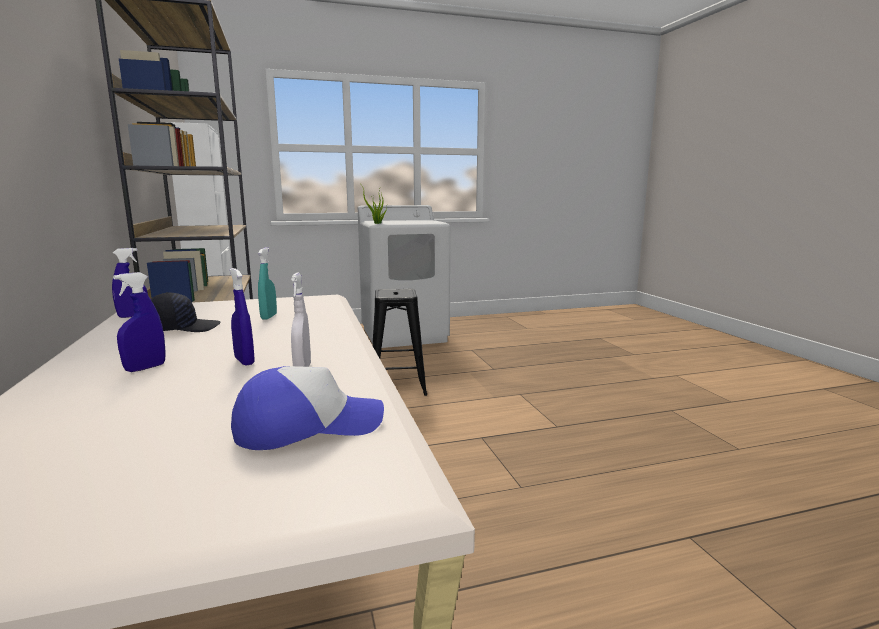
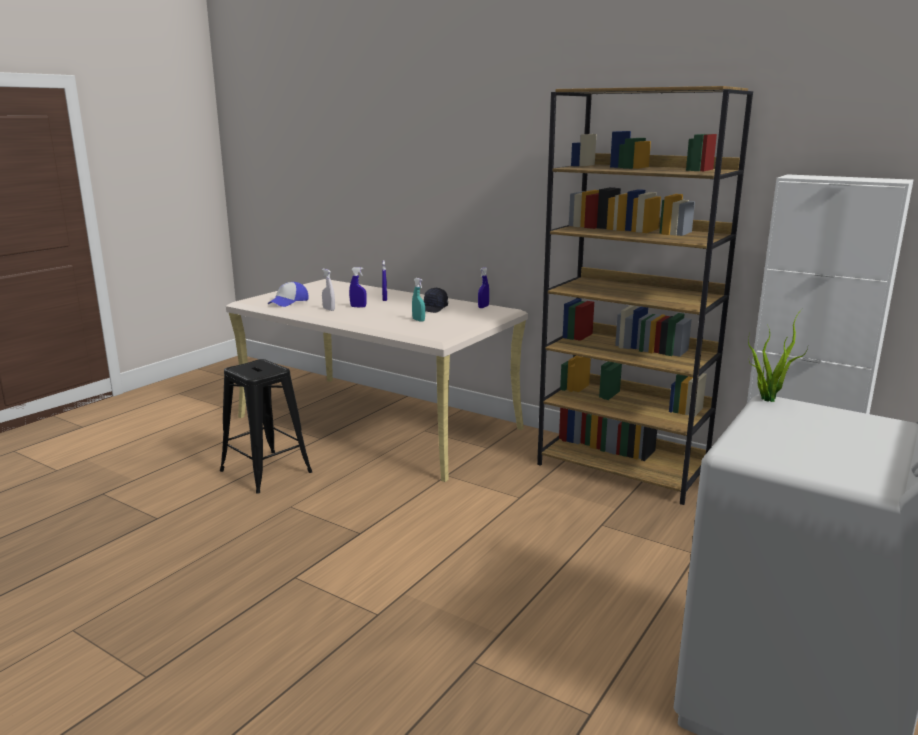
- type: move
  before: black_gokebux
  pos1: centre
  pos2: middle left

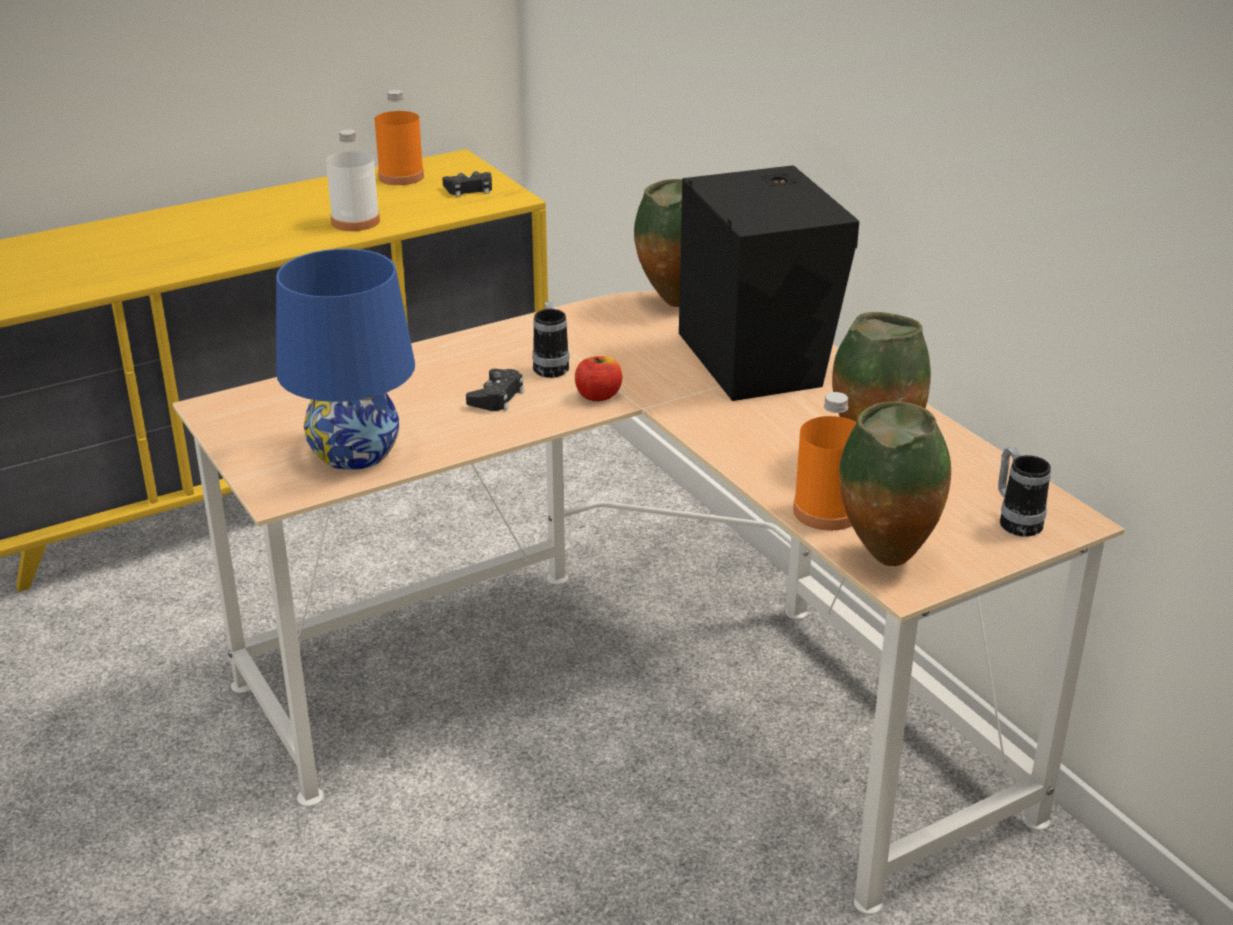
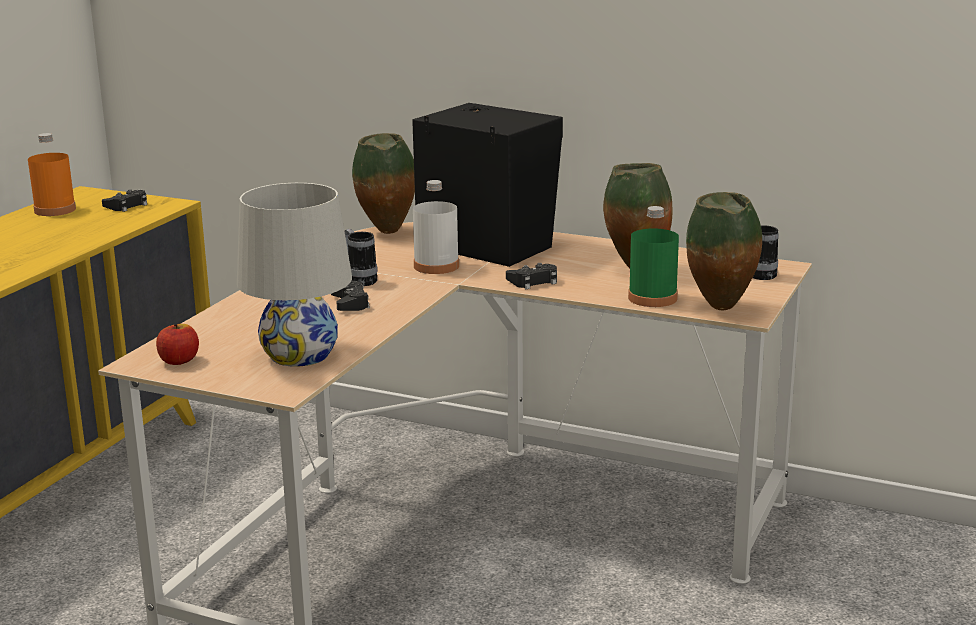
- type: recolor
  before: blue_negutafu
  after: white_negutafu
  pos1: middle left
  pos2: middle left
- type: move
  before: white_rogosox
  pos1: top left
  pos2: centre
- type: move
  before: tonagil
  pos1: centre
  pos2: middle left
- type: recolor
  before: orange_rogosox (2nd from left)
  after: green_rogosox
  pos1: middle right
  pos2: middle right
- type: insert
  after: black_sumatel (3rd from left)
  pos2: centre

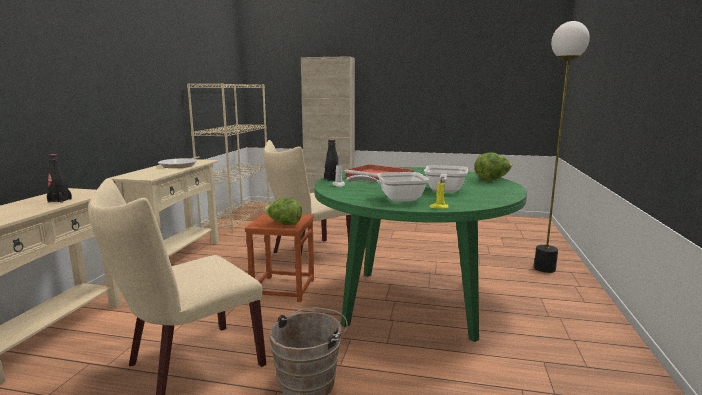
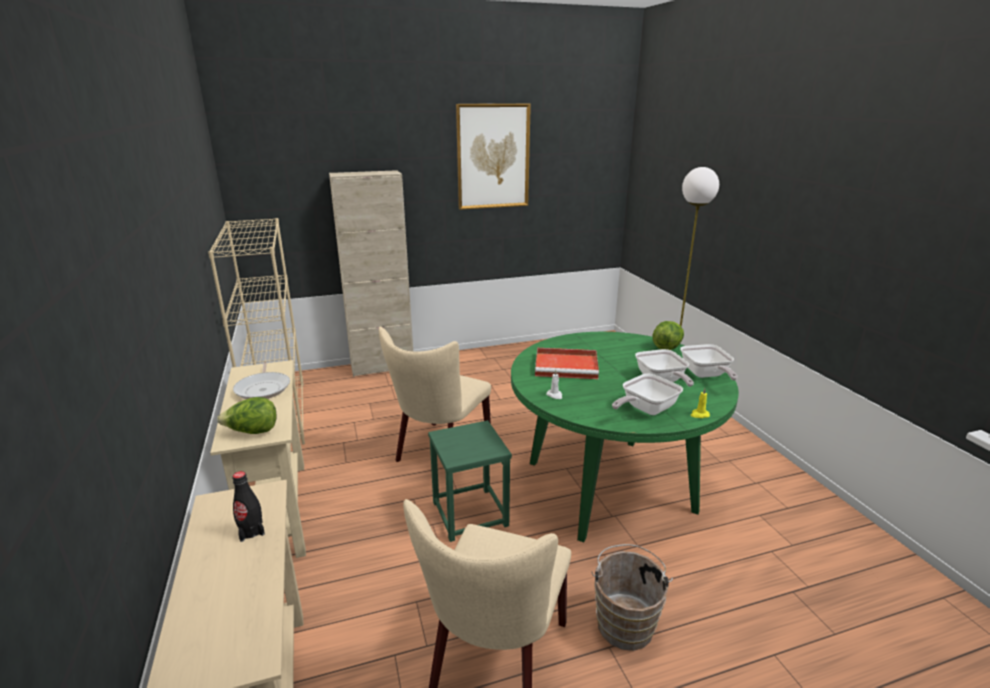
- type: recolor
  before: brown_gokebux
  after: green_gokebux
  pos1: centre
  pos2: bottom centre
- type: move
  before: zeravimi (1st from left)
  pos1: centre
  pos2: middle left
- type: delete
  before: black_rogosox (2nd from left)
  pos1: centre
- type: insert
  after: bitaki
  pos2: top centre
- type: insert
  after: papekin (4th from left)
  pos2: middle right

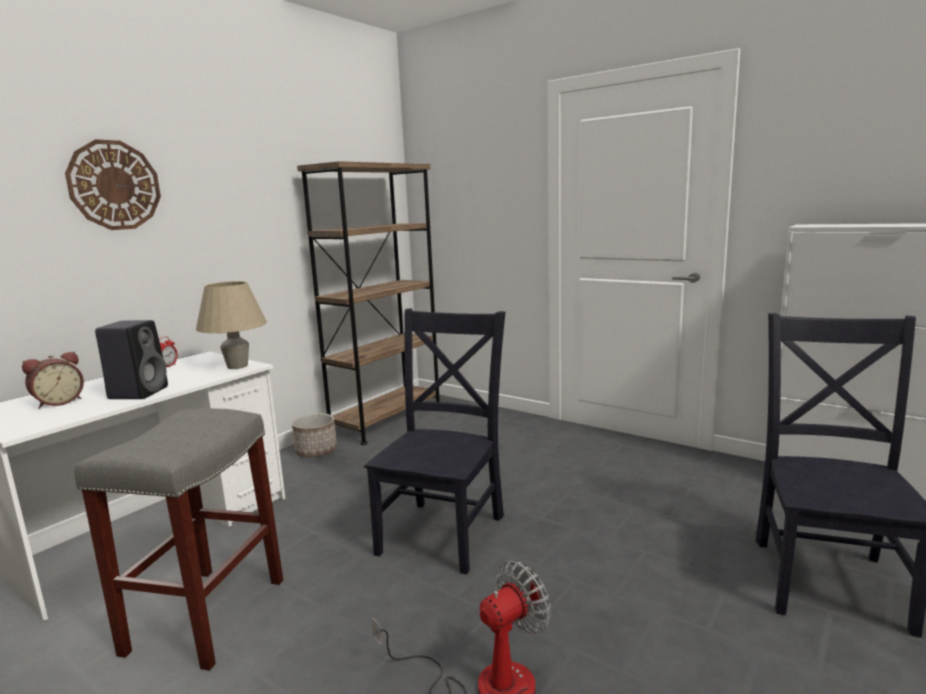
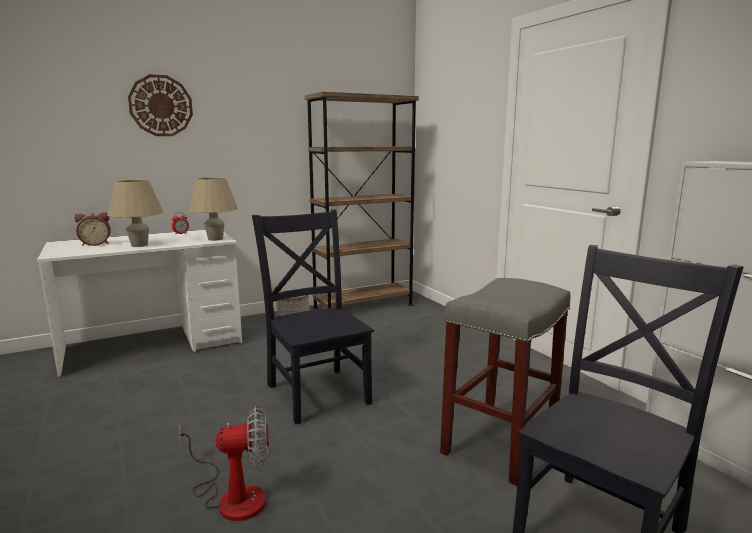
- type: move
  before: grey_gokebux
  pos1: bottom left
  pos2: bottom right
- type: replace
  before: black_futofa
  after: beige_negutafu (1st from left)
  pos1: middle left
  pos2: middle left
- type: rotate
  before: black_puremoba (1st from left)
  pos1: centre
  pos2: centre
  turn: -75

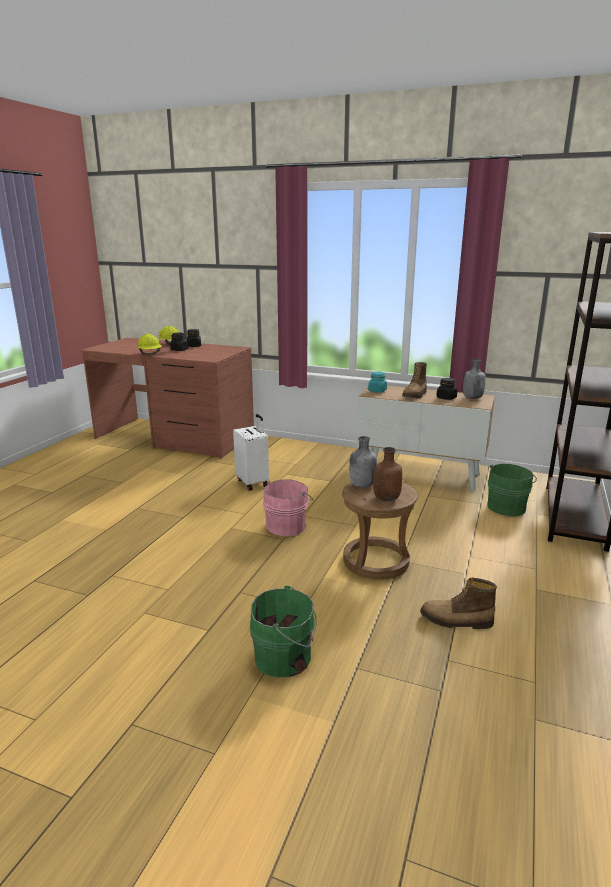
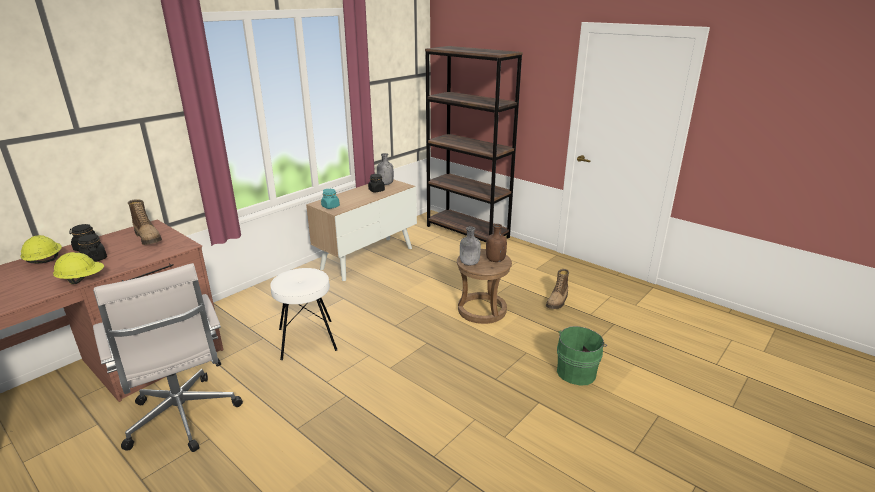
- type: replace
  before: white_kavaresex
  after: white_gokebux
  pos1: centre
  pos2: centre
- type: delete
  before: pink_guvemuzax
  pos1: centre
- type: move
  before: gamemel (1st from left)
  pos1: middle right
  pos2: middle left
- type: delete
  before: green_guvemuzax (2nd from left)
  pos1: middle right
- type: insert
  after: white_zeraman
  pos2: bottom left

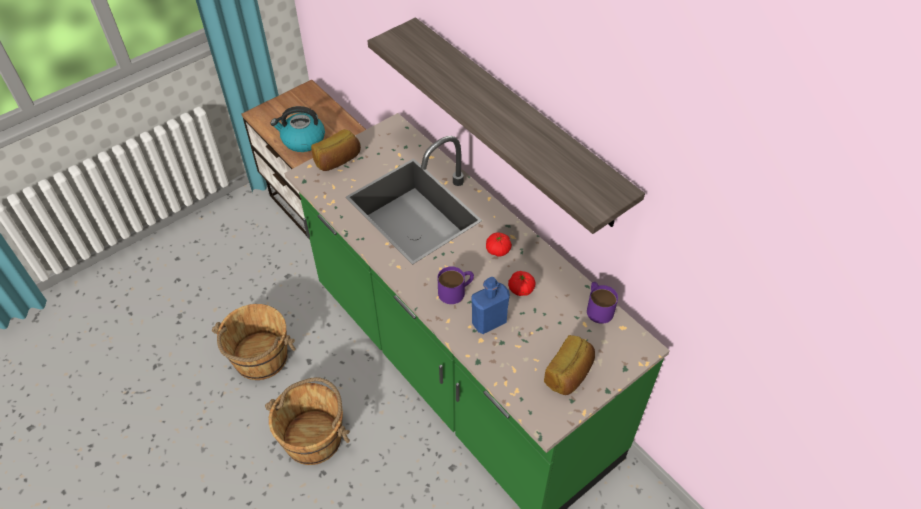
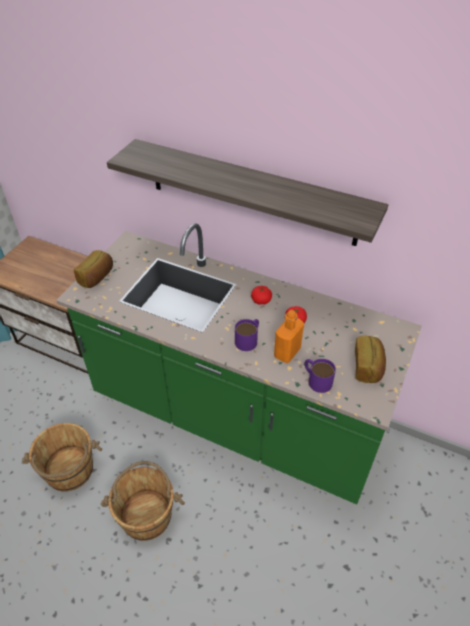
- type: delete
  before: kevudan
  pos1: top left
- type: recolor
  before: blue_rogosox
  after: orange_rogosox
  pos1: centre
  pos2: centre
- type: move
  before: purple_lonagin (2nd from left)
  pos1: centre
  pos2: middle right

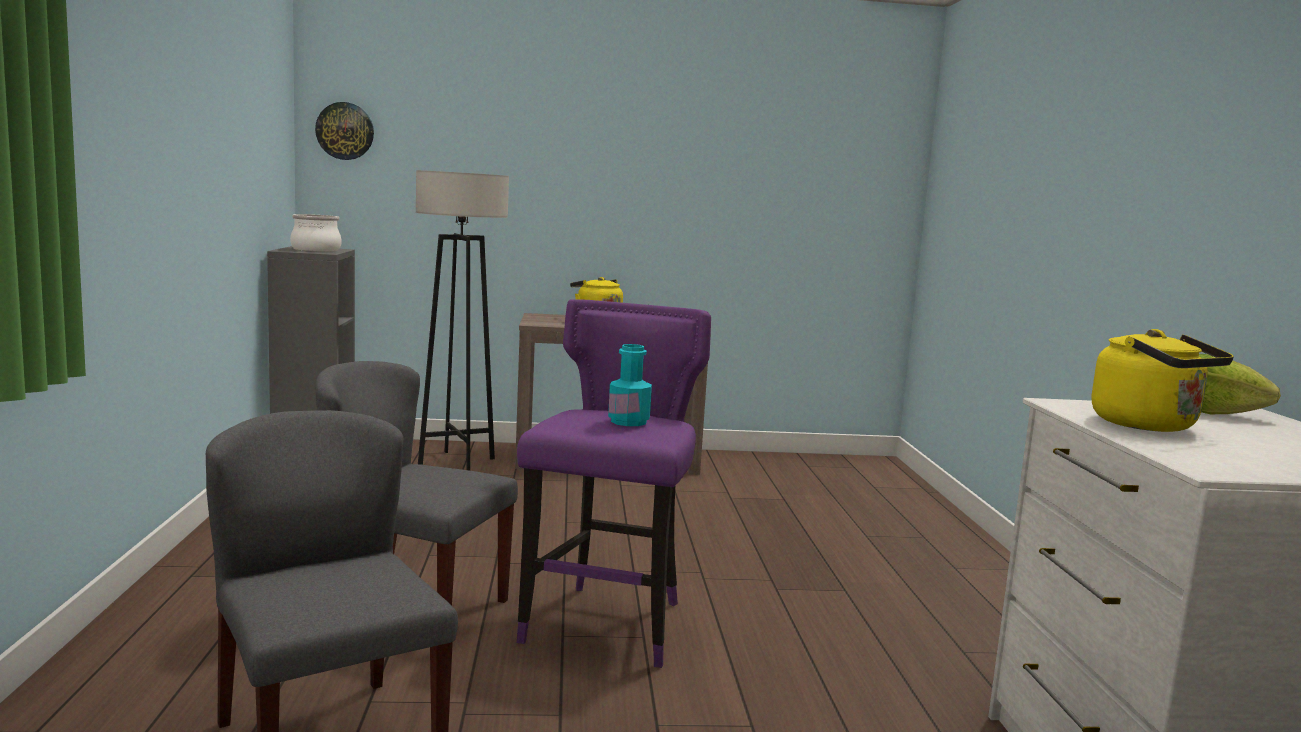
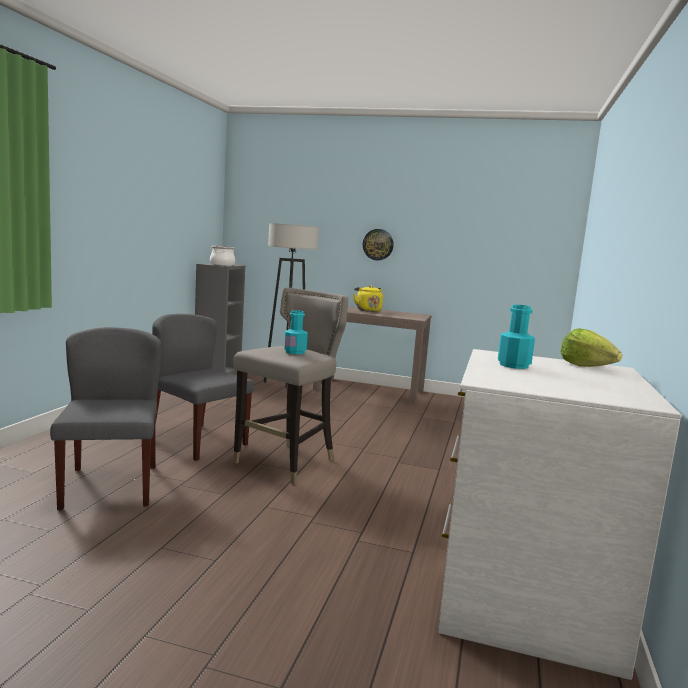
- type: move
  before: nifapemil
  pos1: top left
  pos2: centre
- type: recolor
  before: purple_gokebux
  after: grey_gokebux
  pos1: centre
  pos2: centre
- type: replace
  before: yellow_kevudan (2nd from left)
  after: turquoise_rogosox (2nd from left)
  pos1: middle right
  pos2: middle right

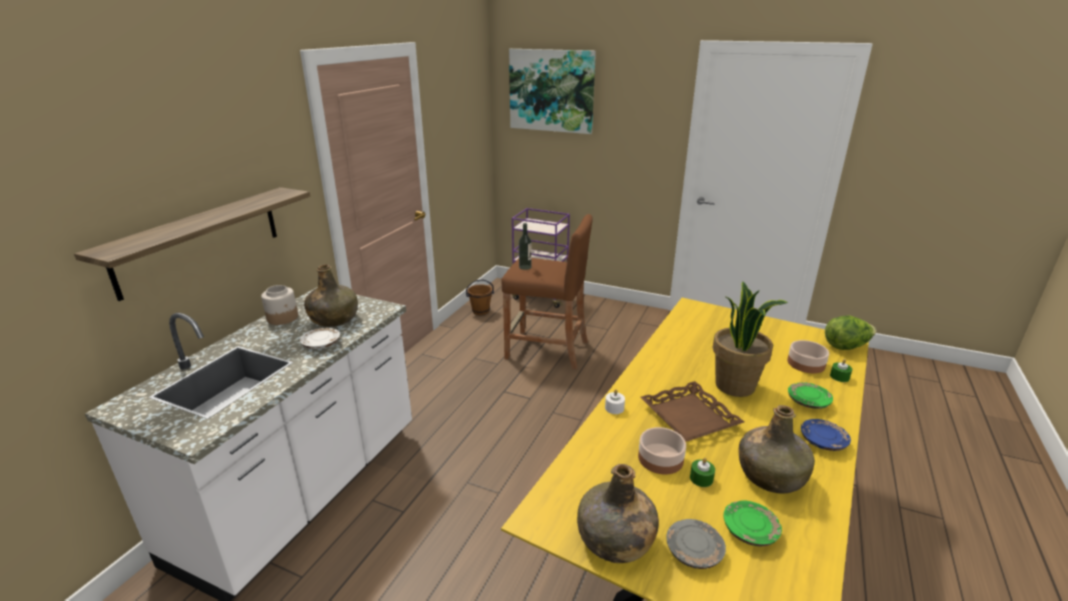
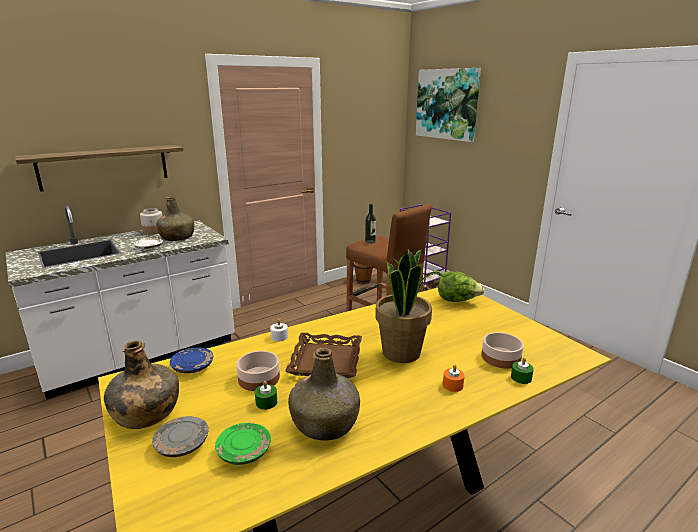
- type: replace
  before: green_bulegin (2nd from left)
  after: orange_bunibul
  pos1: middle right
  pos2: bottom centre
- type: move
  before: blue_bulegin
  pos1: bottom right
  pos2: bottom left
- type: move
  before: zeravimi
  pos1: middle right
  pos2: centre

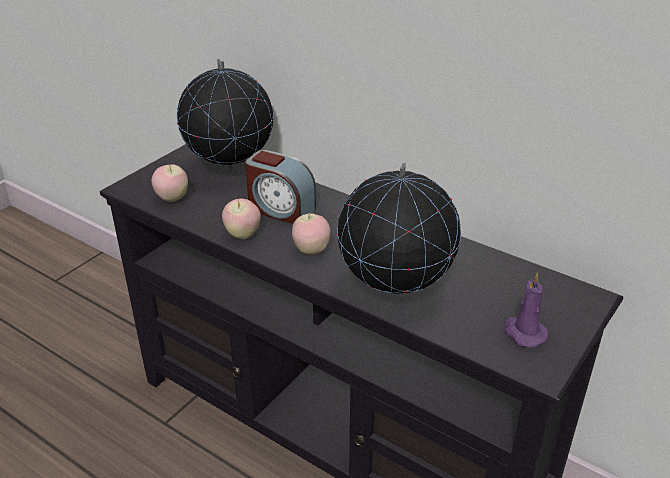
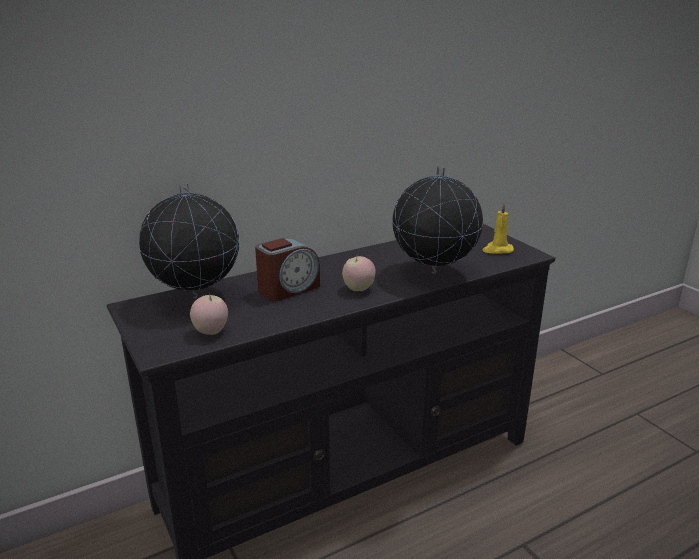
- type: delete
  before: tonagil (2nd from left)
  pos1: centre
- type: recolor
  before: purple_bunibul
  after: yellow_bunibul
  pos1: middle right
  pos2: middle right

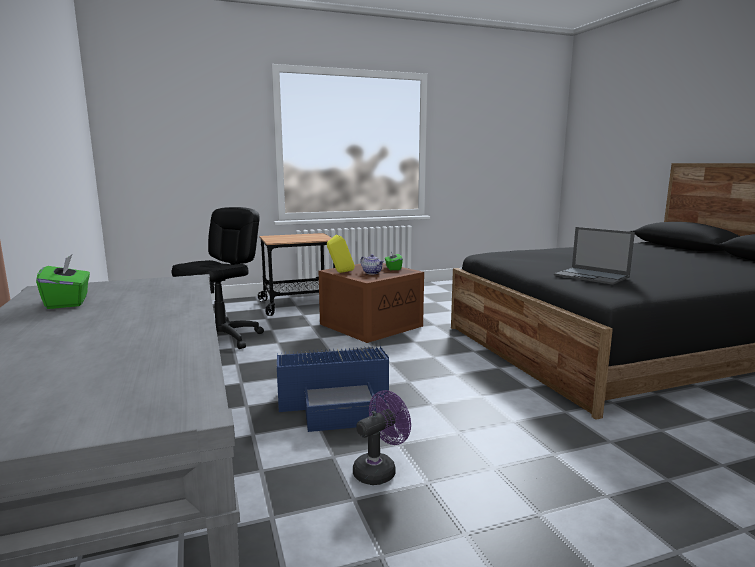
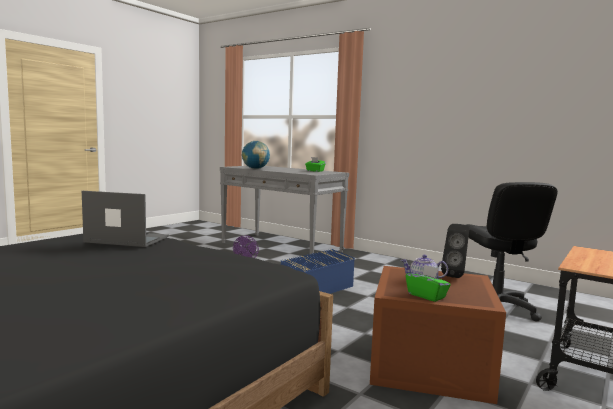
- type: recolor
  before: yellow_futofa
  after: black_futofa
  pos1: centre
  pos2: middle right
- type: insert
  after: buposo
  pos2: centre

